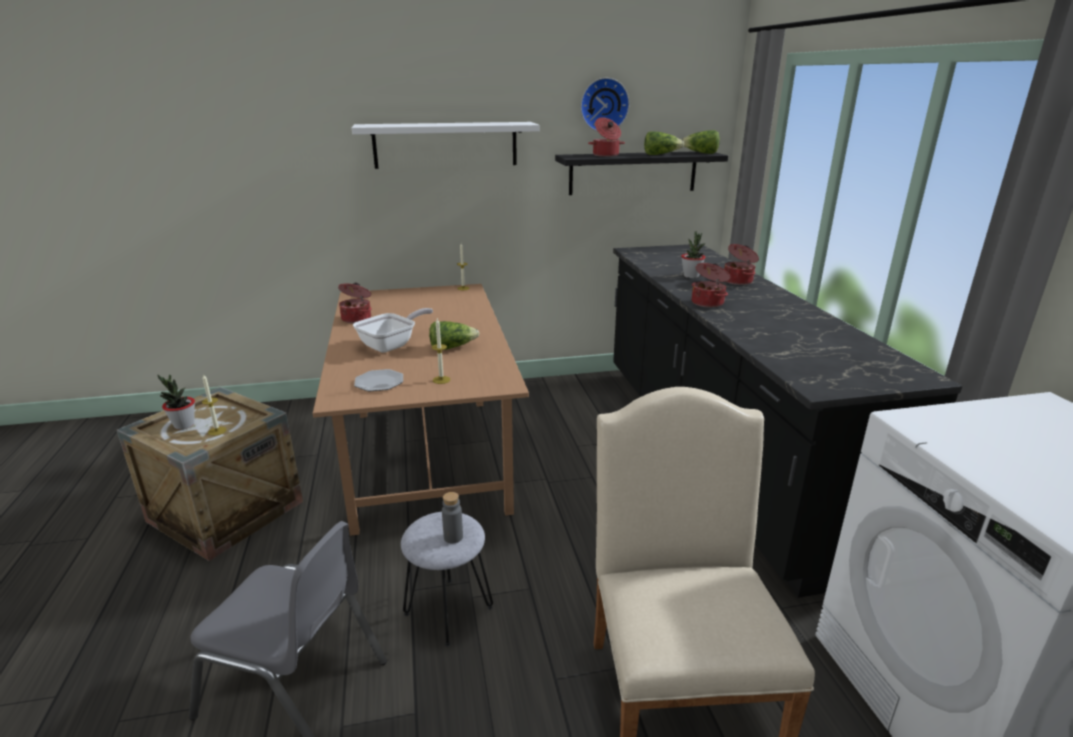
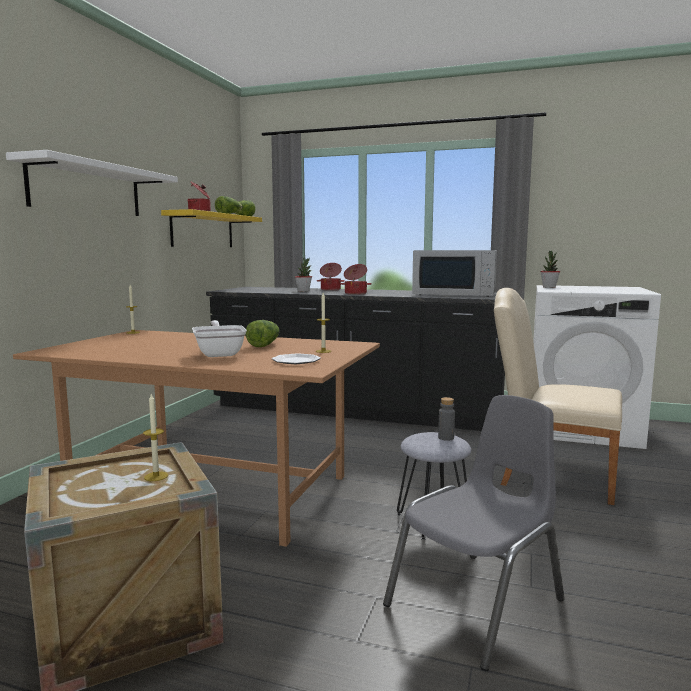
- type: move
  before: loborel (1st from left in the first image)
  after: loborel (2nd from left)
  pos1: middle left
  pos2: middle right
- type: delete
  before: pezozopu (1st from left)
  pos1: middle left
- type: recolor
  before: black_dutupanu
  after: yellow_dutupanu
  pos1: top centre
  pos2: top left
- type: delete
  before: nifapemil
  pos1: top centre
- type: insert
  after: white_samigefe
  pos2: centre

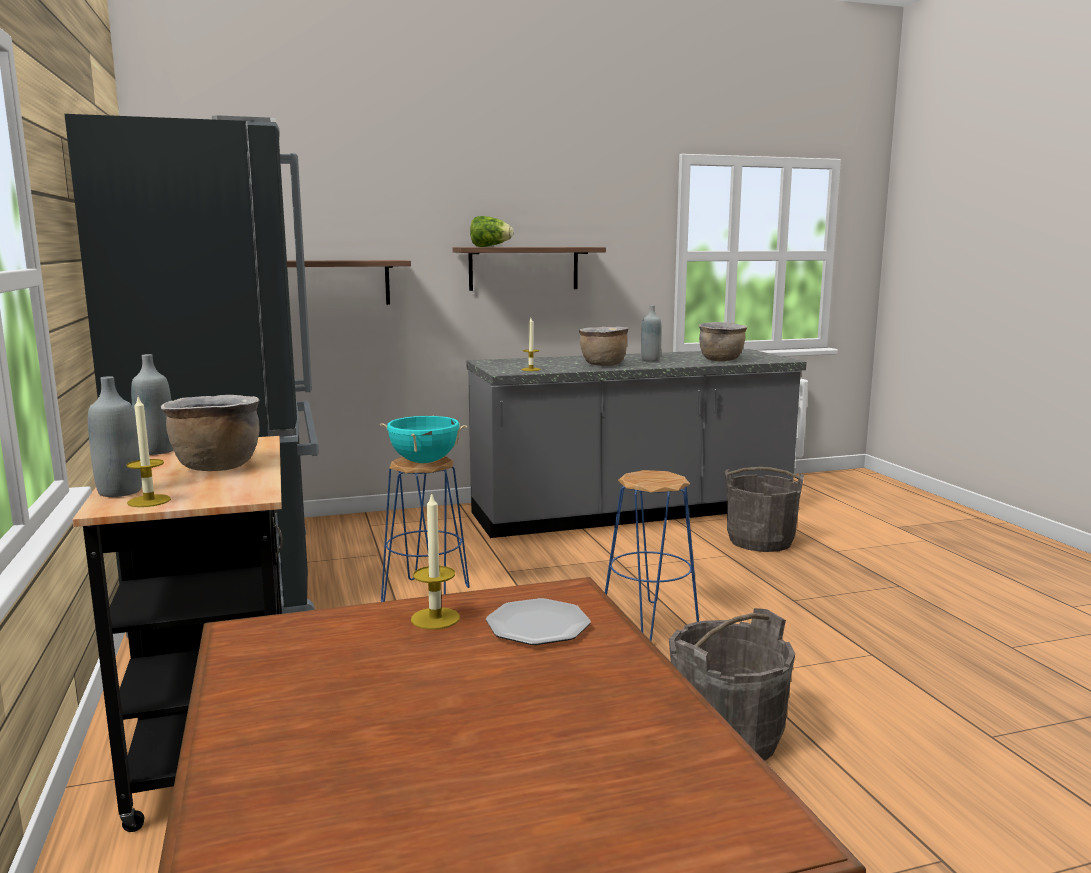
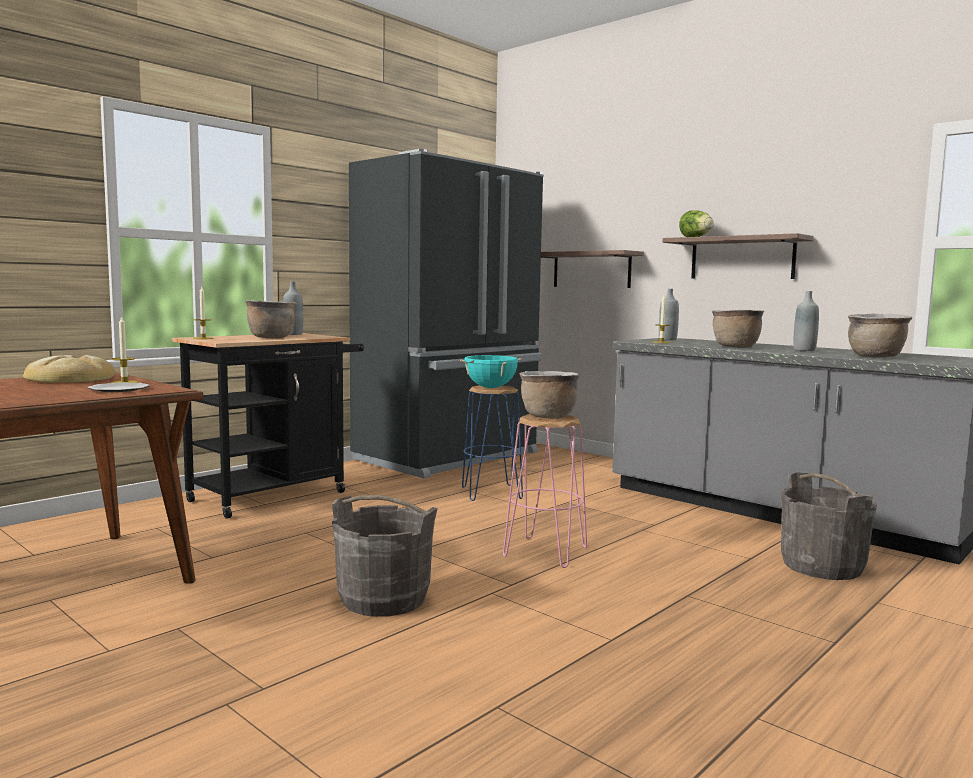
- type: move
  before: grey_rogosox (1st from left in the first image)
  after: grey_rogosox (2nd from left)
  pos1: middle left
  pos2: middle right
- type: recolor
  before: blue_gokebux (2nd from left)
  after: pink_gokebux
  pos1: centre
  pos2: centre
- type: insert
  after: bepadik
  pos2: middle left
- type: insert
  after: brown_pezozopu (2nd from left)
  pos2: centre

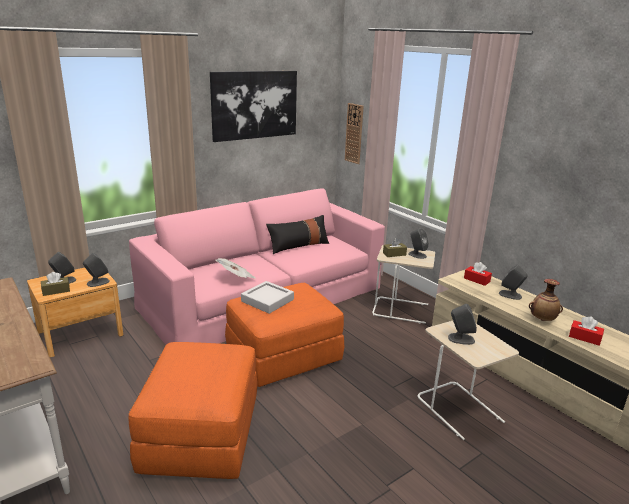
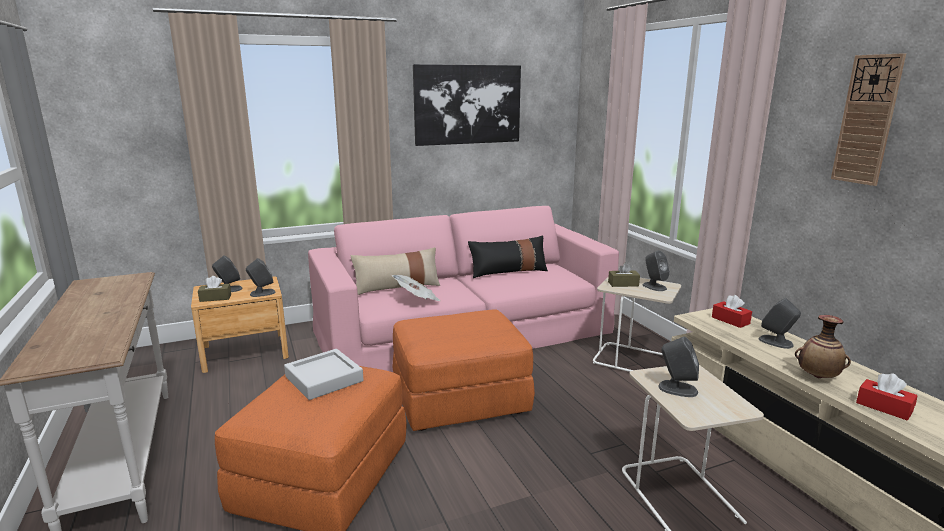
- type: move
  before: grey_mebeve
  pos1: centre
  pos2: bottom centre
- type: move
  before: nifapemil
  pos1: top centre
  pos2: top right
- type: insert
  after: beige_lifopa
  pos2: centre

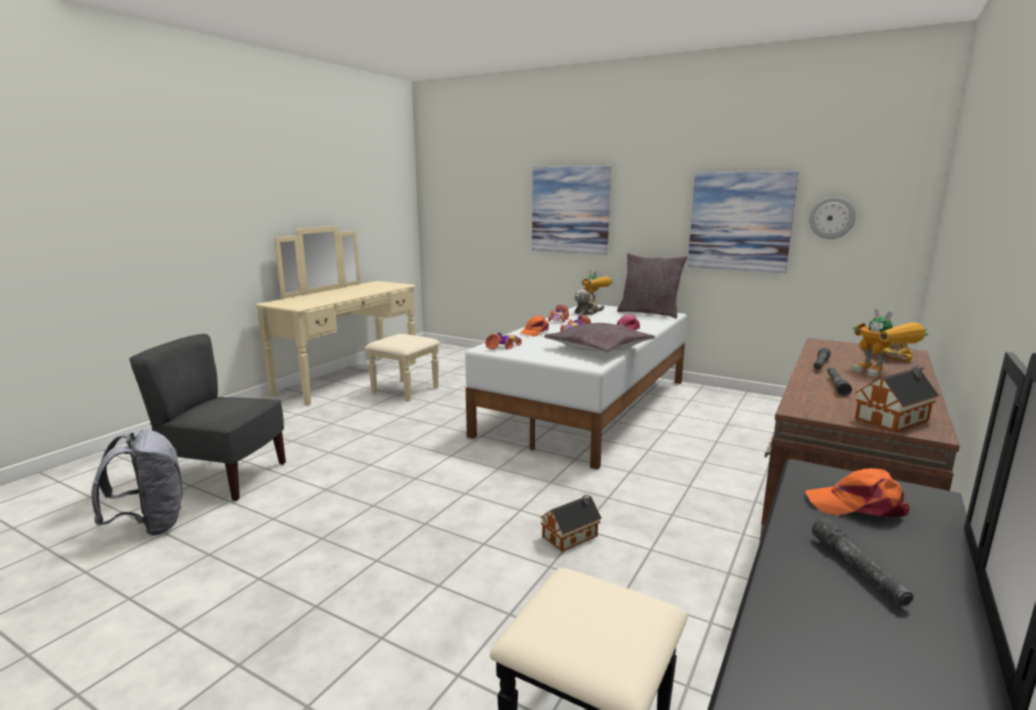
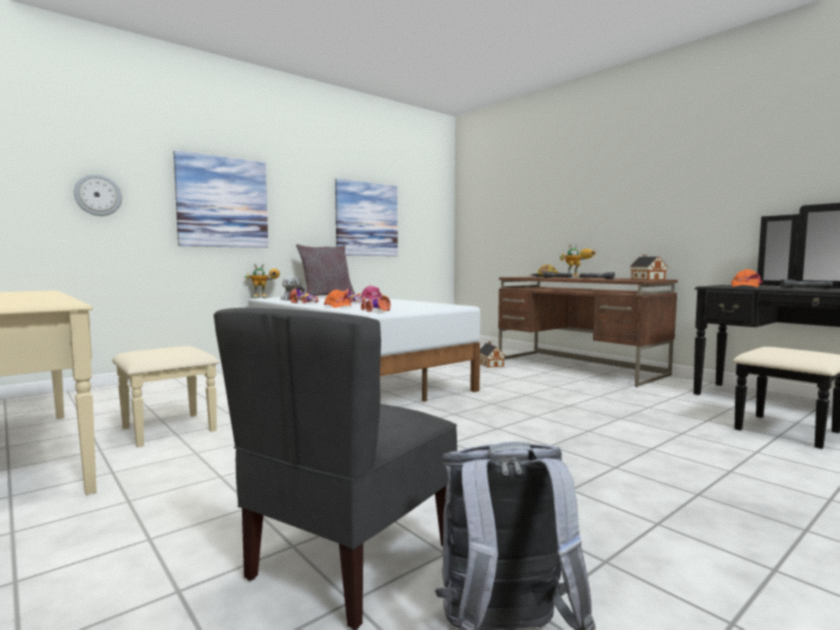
- type: move
  before: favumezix (1st from left)
  pos1: bottom centre
  pos2: centre
- type: delete
  before: grey_lifopa (1st from left)
  pos1: centre
- type: move
  before: nifapemil
  pos1: top right
  pos2: top left

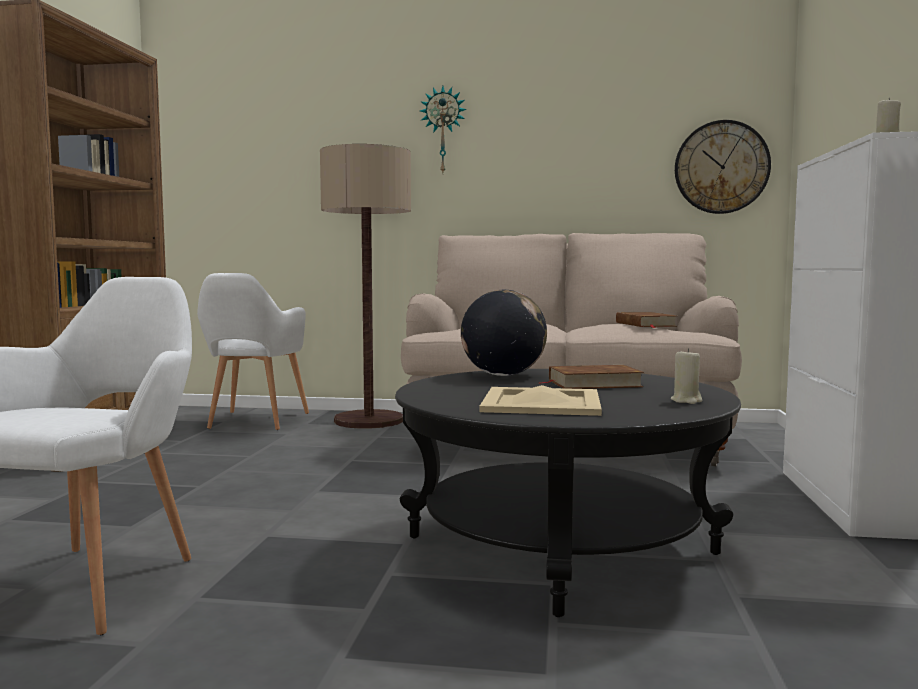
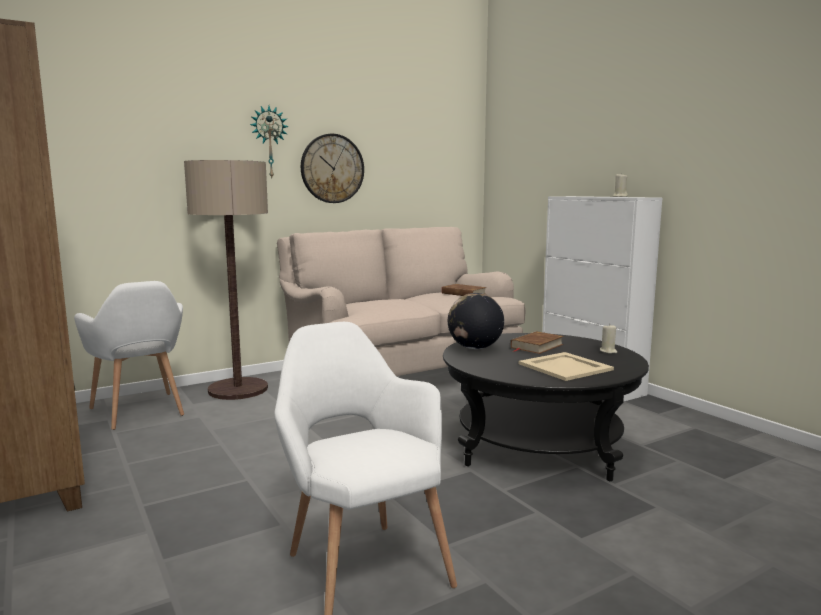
- type: move
  before: nifapemil (2nd from left)
  pos1: top right
  pos2: top centre

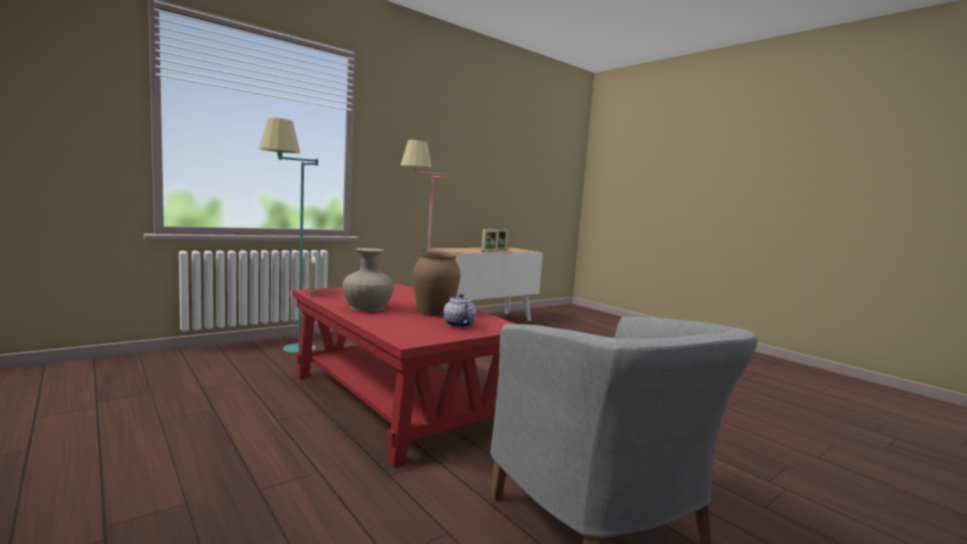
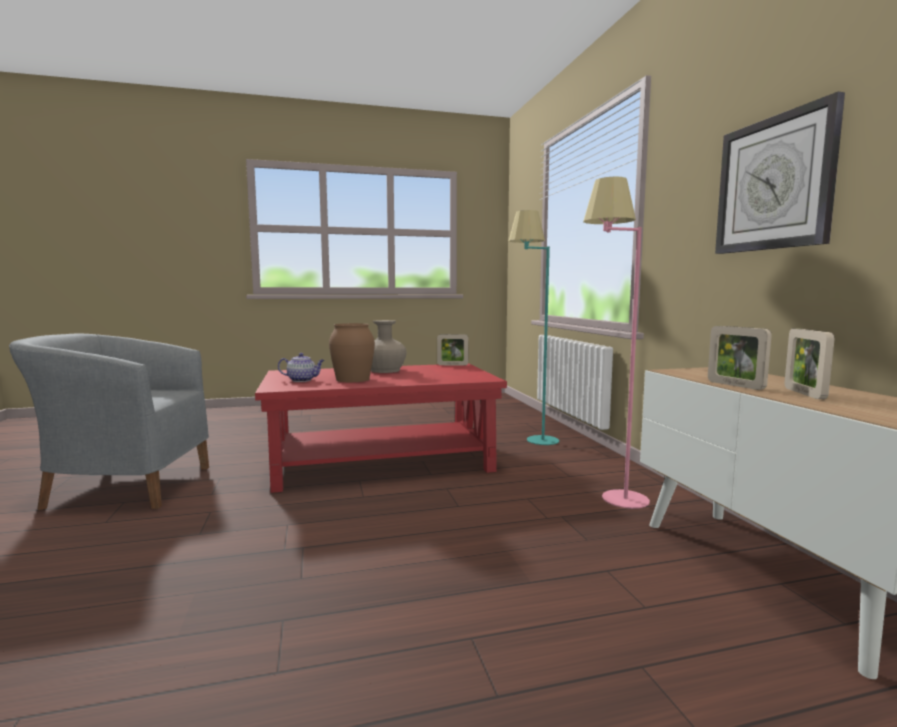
- type: insert
  after: nifapemil
  pos2: top right

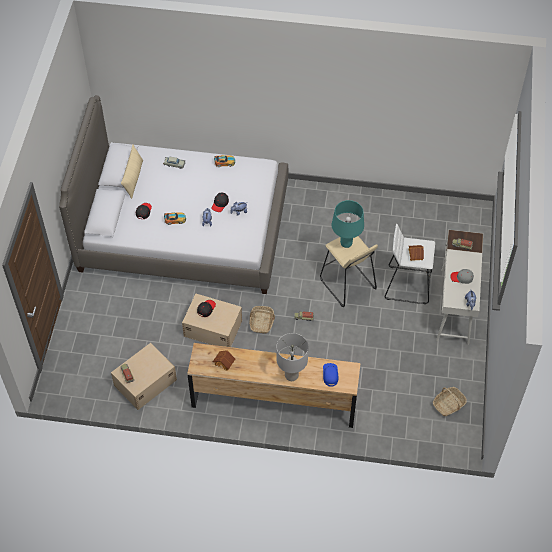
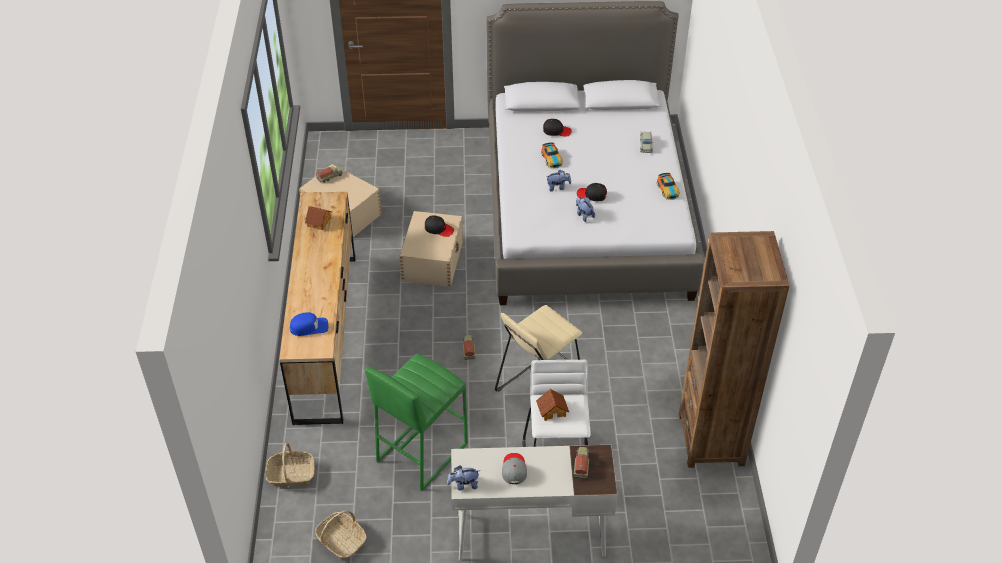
- type: delete
  before: beige_lifopa
  pos1: top left
- type: move
  before: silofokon (1st from left)
  pos1: centre
  pos2: bottom left
- type: delete
  before: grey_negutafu
  pos1: centre
- type: delete
  before: turquoise_negutafu
  pos1: centre
- type: insert
  after: green_gokebux
  pos2: bottom centre
- type: insert
  after: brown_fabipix
  pos2: middle right

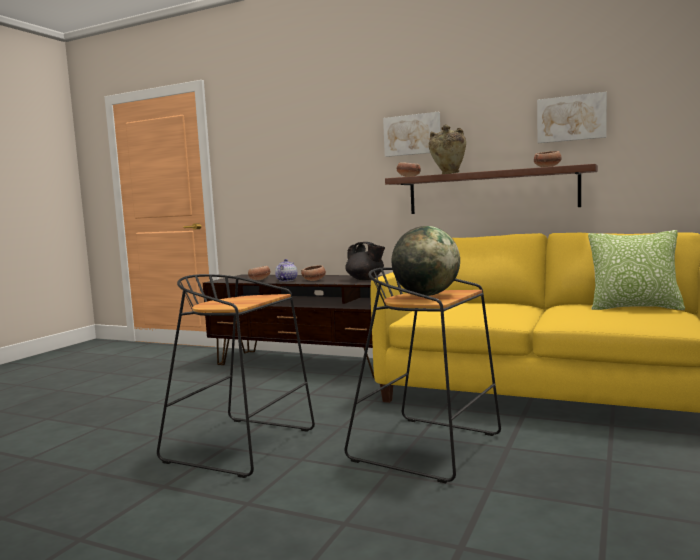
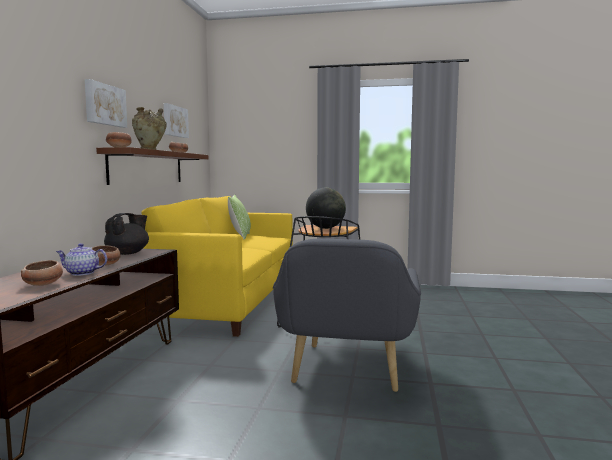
- type: replace
  before: black_gokebux (1st from left)
  after: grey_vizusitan
  pos1: bottom centre
  pos2: bottom centre

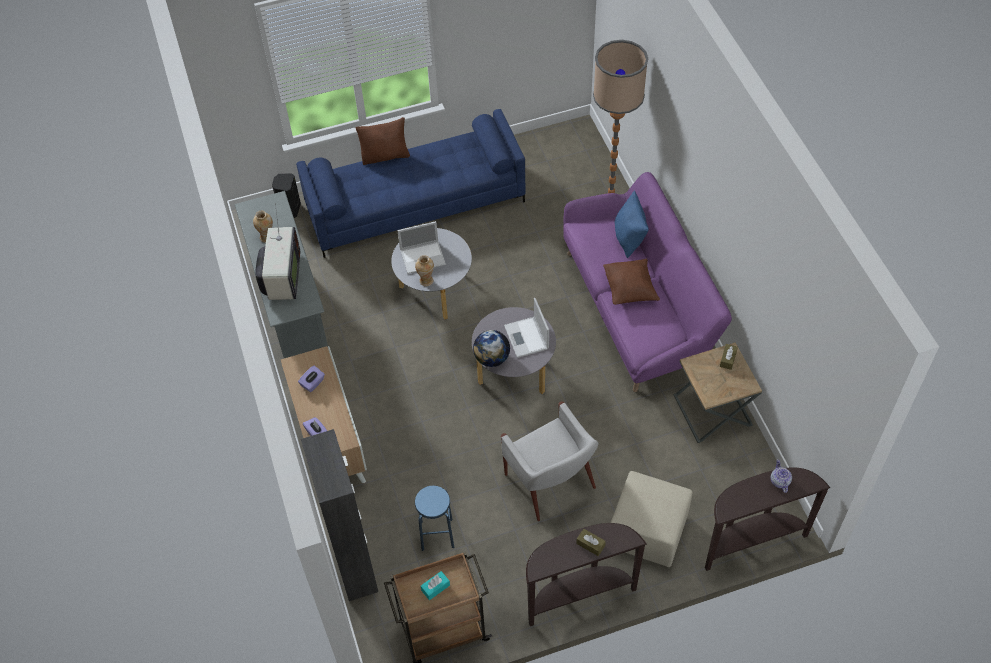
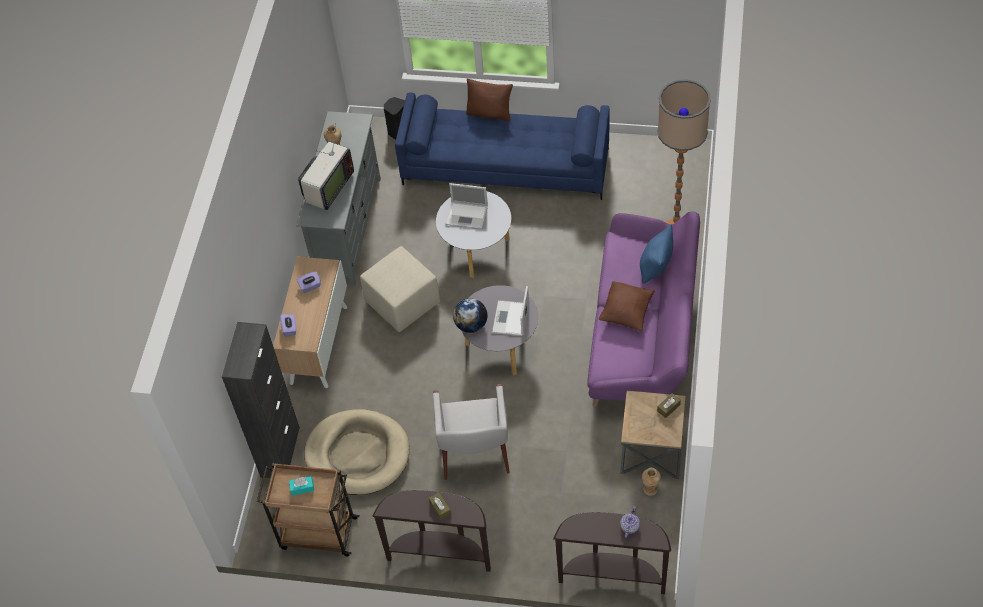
- type: move
  before: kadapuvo (2nd from left)
  pos1: centre
  pos2: bottom centre
- type: replace
  before: blue_gokebux
  after: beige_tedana
  pos1: bottom centre
  pos2: bottom centre
- type: move
  before: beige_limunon
  pos1: bottom centre
  pos2: centre

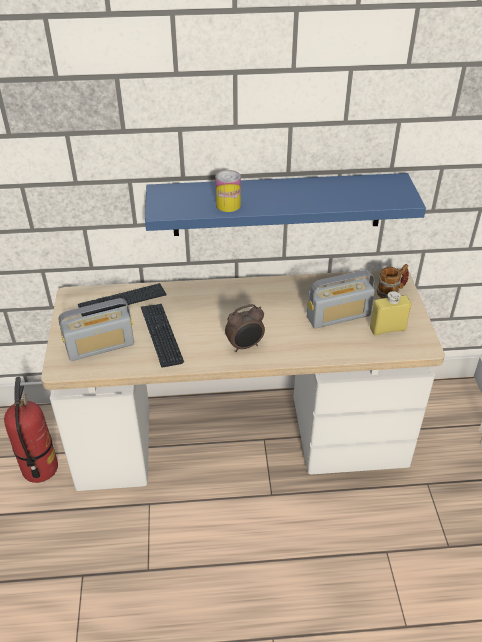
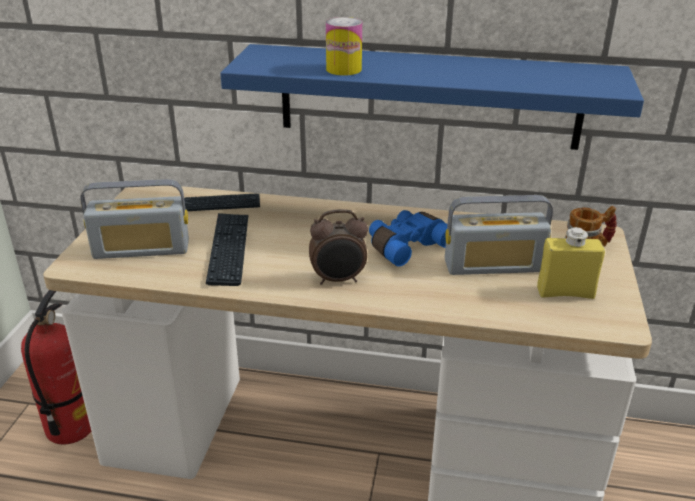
- type: insert
  after: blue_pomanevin
  pos2: centre

